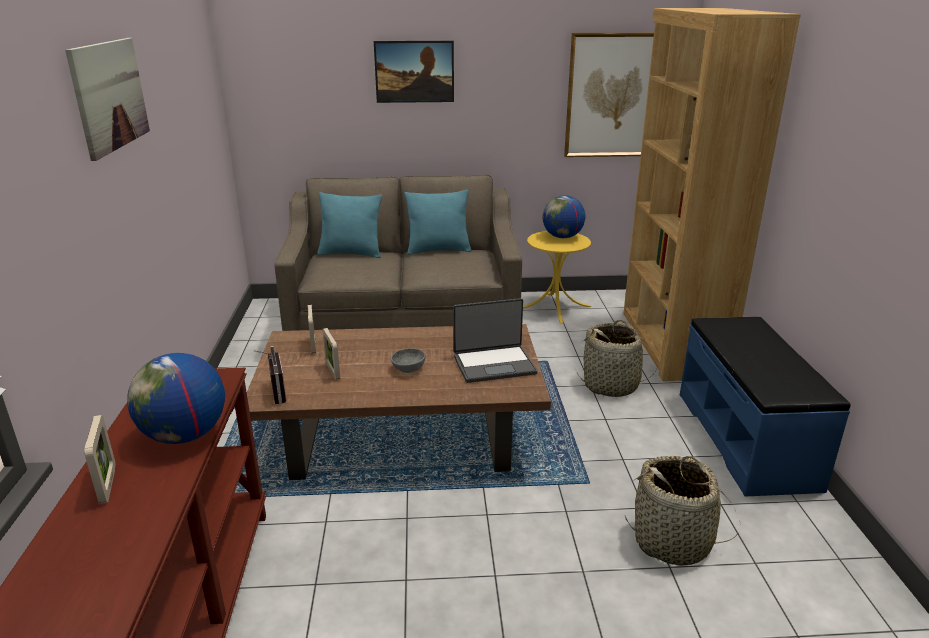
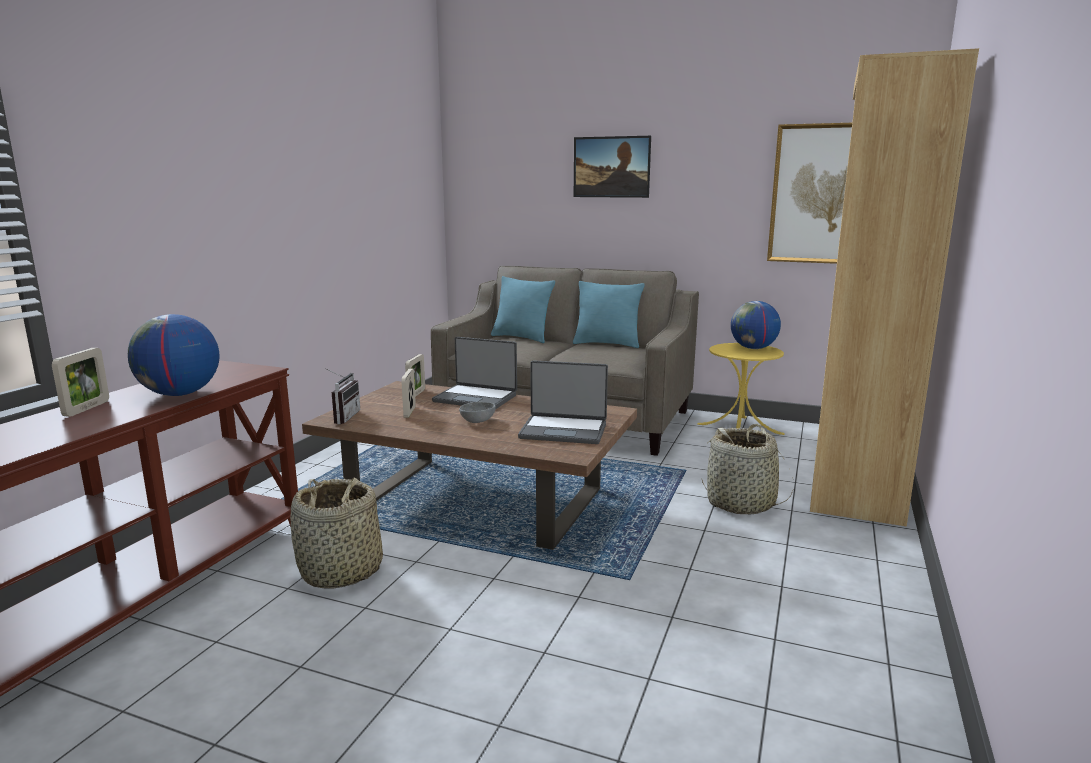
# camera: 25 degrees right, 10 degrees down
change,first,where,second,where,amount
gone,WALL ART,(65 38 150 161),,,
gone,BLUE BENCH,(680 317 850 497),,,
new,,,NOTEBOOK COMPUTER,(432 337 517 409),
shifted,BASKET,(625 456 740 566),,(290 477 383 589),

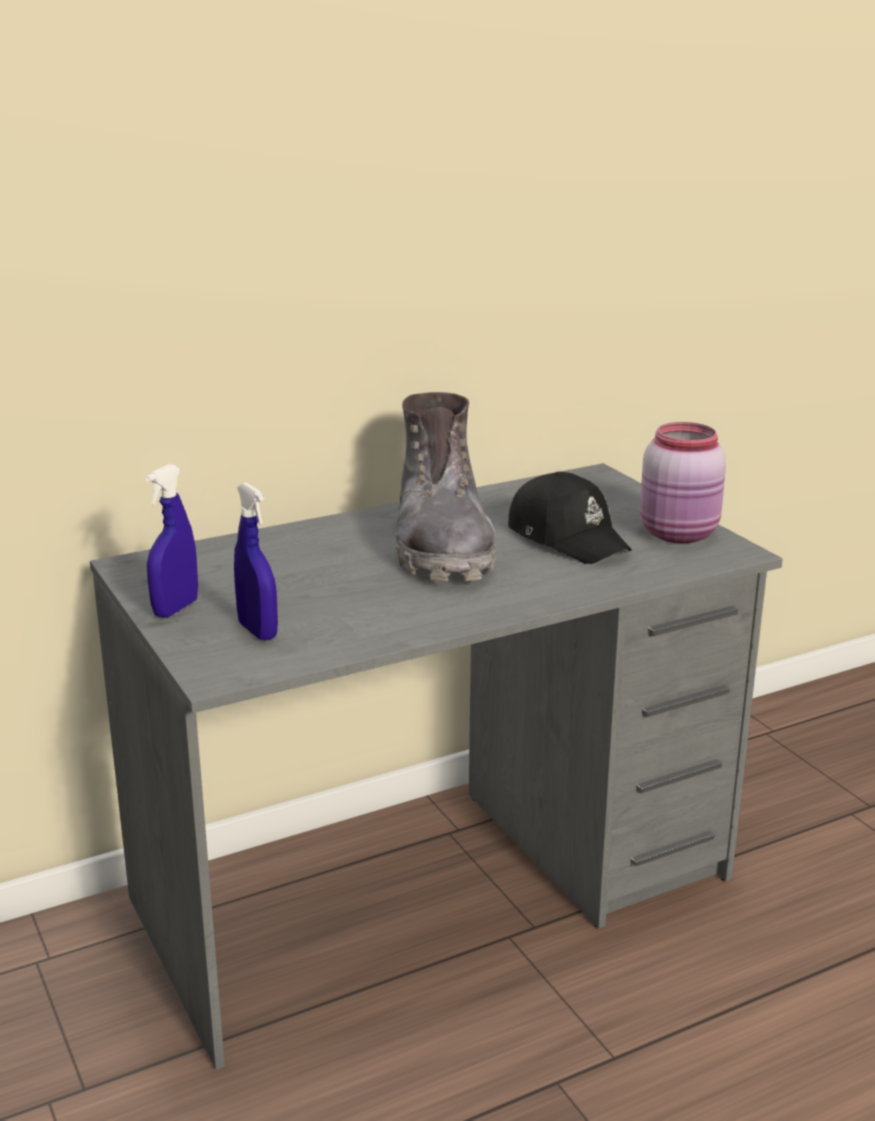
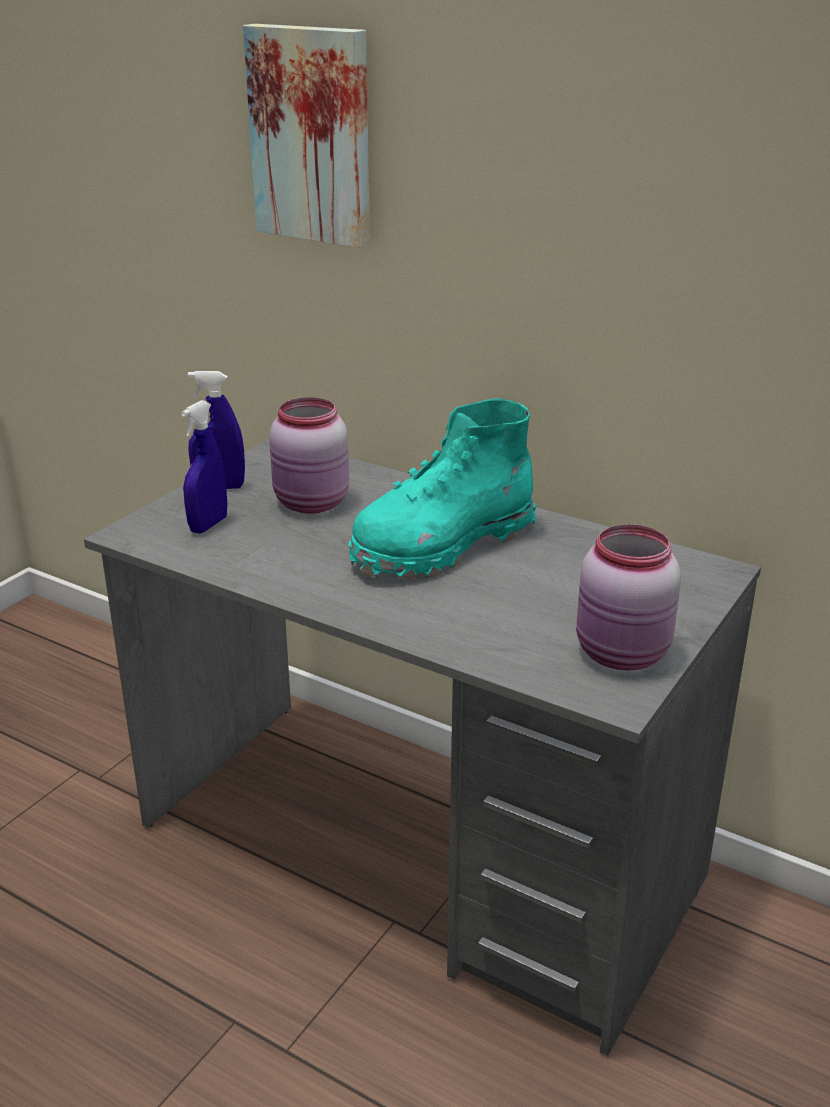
# camera: 60 degrees right, 5 degrees up
change,first,where,second,where,amount
gone,BLACKISH CAP,(508 472 632 564),,,
new,,,WALL ART,(243 24 370 248),
new,,,PINKISH JAR,(269 397 349 513),
repainted,GREYISH BOOT,(395 392 496 581),TURQUOISE-COLOURED BOOT,(348 398 536 580),

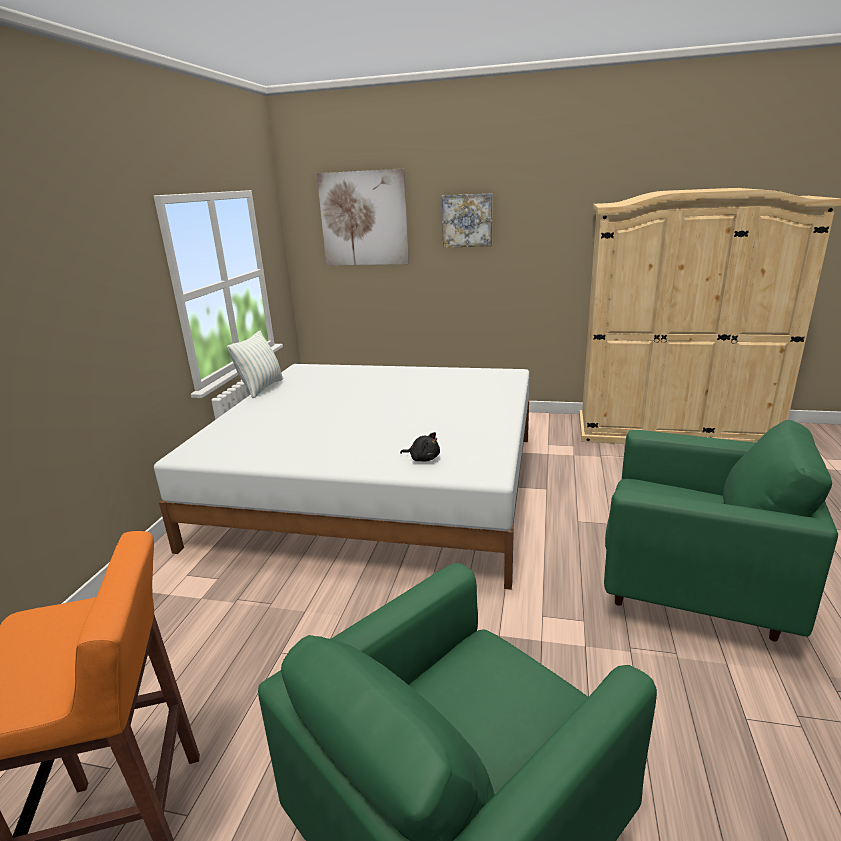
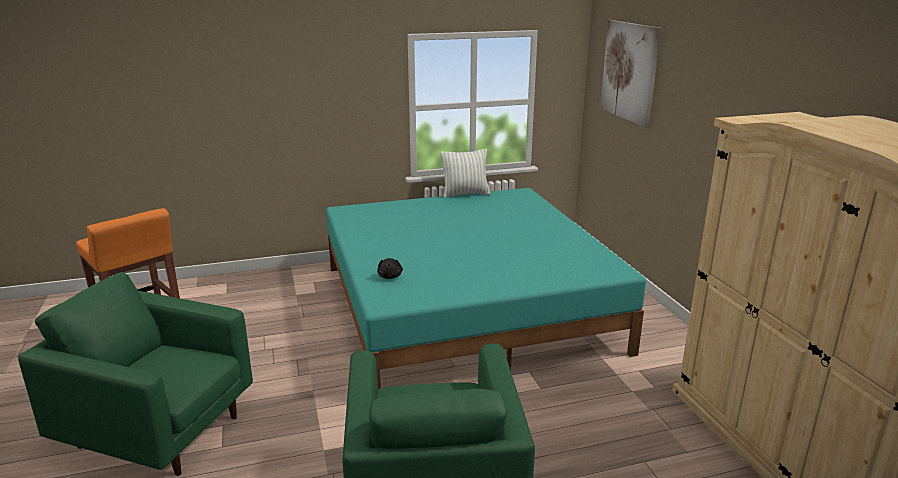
# camera: 60 degrees right, 0 degrees up
change,first,where,second,where,amount
gone,WALL ART,(442 193 492 248),,,
repainted,WHITE BEDROOM BED,(154 364 530 590),TURQUOISE-COLOURED BEDROOM BED,(326 188 646 390),

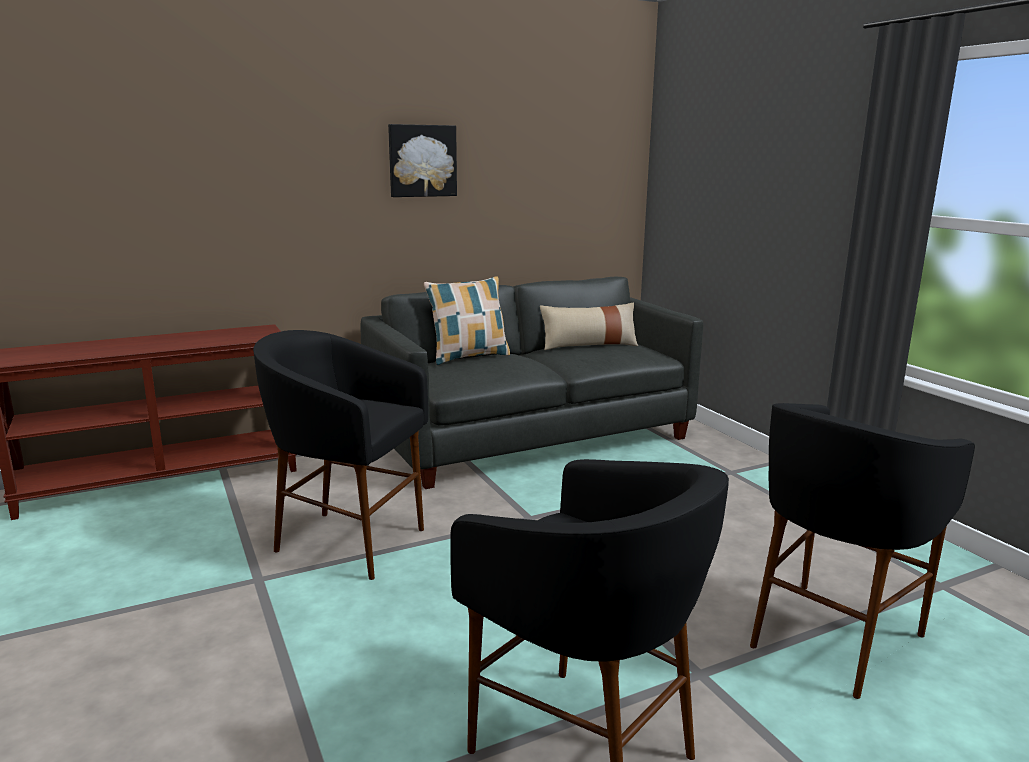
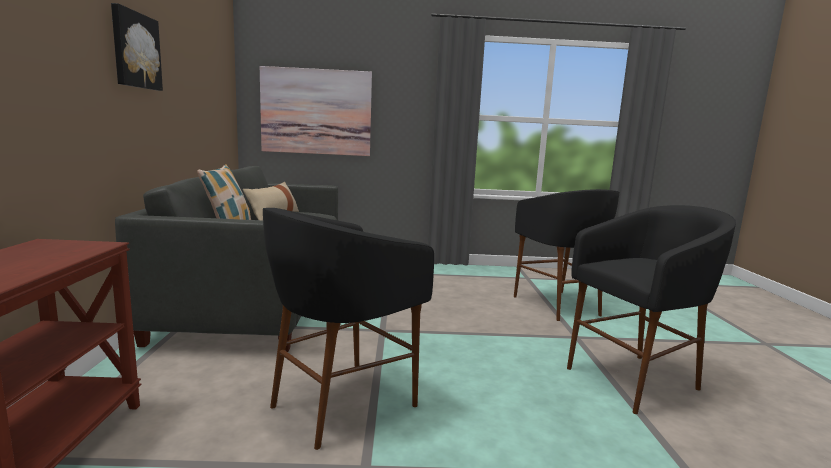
# camera: 65 degrees left, 5 degrees down
change,first,where,second,where,amount
new,,,WALL ART,(260 66 372 156),

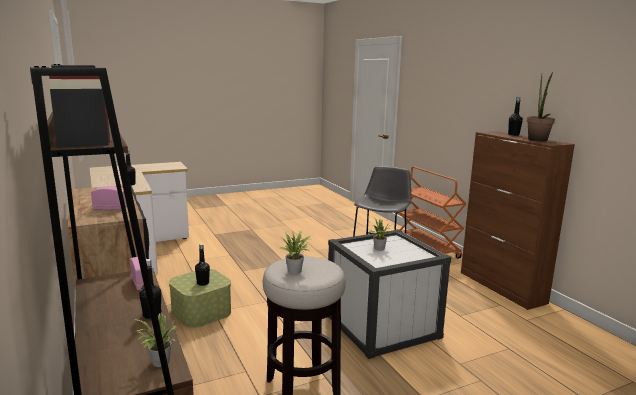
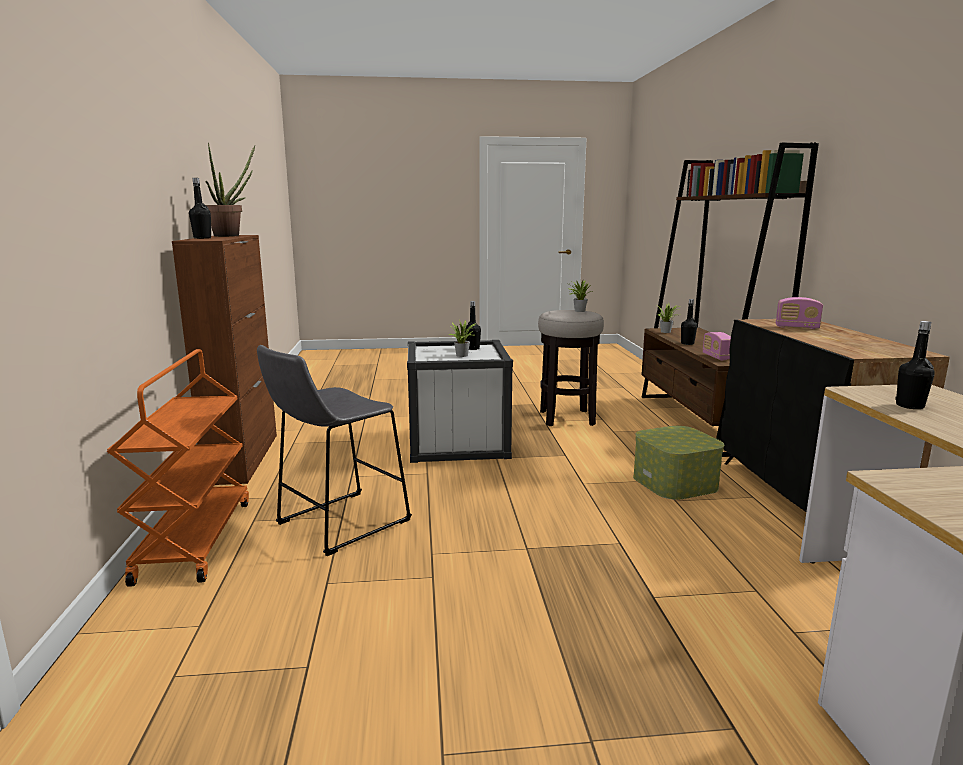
# camera: 160 degrees left, 0 degrees up
change,first,where,second,where,amount
shifted,BLACKISH BOTTLE,(195 244 210 286),,(465 301 481 350),

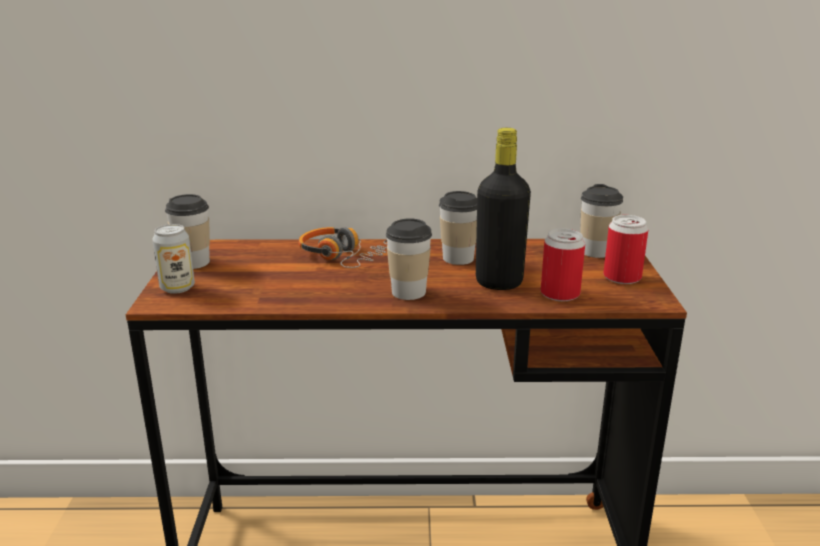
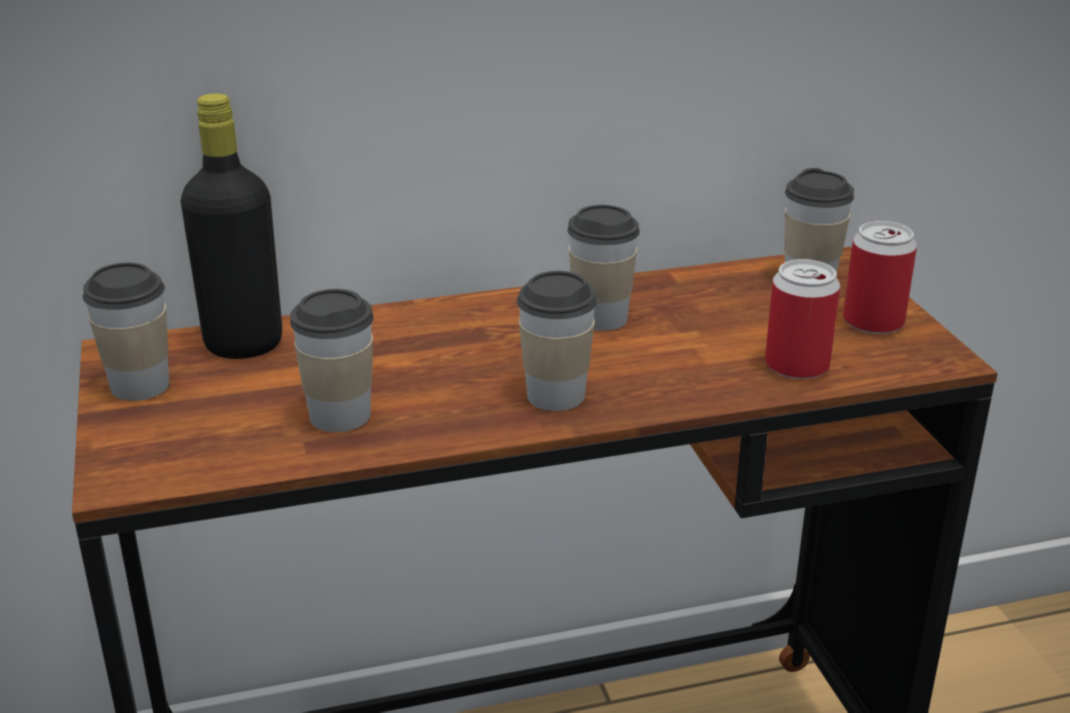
# camera: 15 degrees left, 5 degrees up
change,first,where,second,where,amount
gone,SEALED CAN,(152 224 195 294),,,
gone,PAIR OF HEADPHONES,(299 227 388 268),,,
new,,,CUP,(290 289 374 432),
shifted,BLACKISH BOTTLE,(476 128 531 290),,(181 93 282 359),

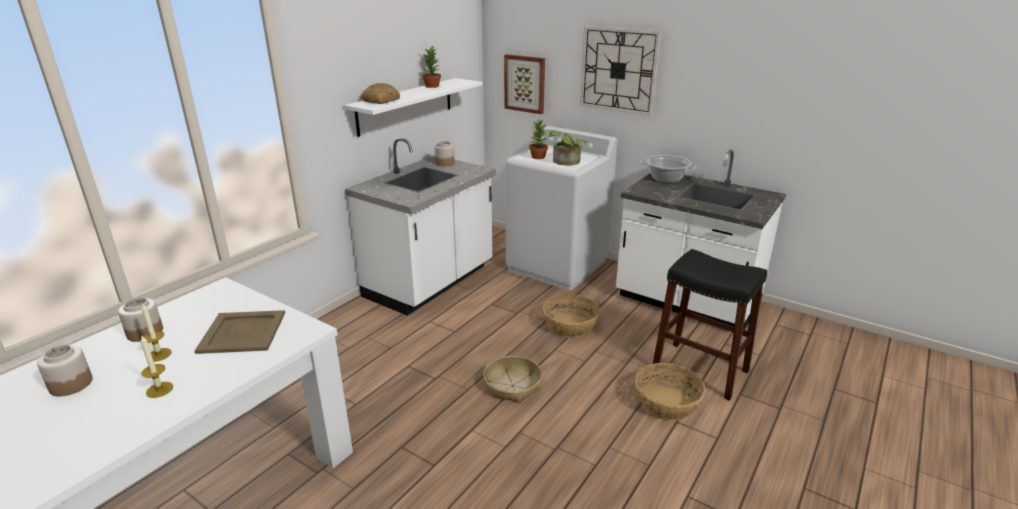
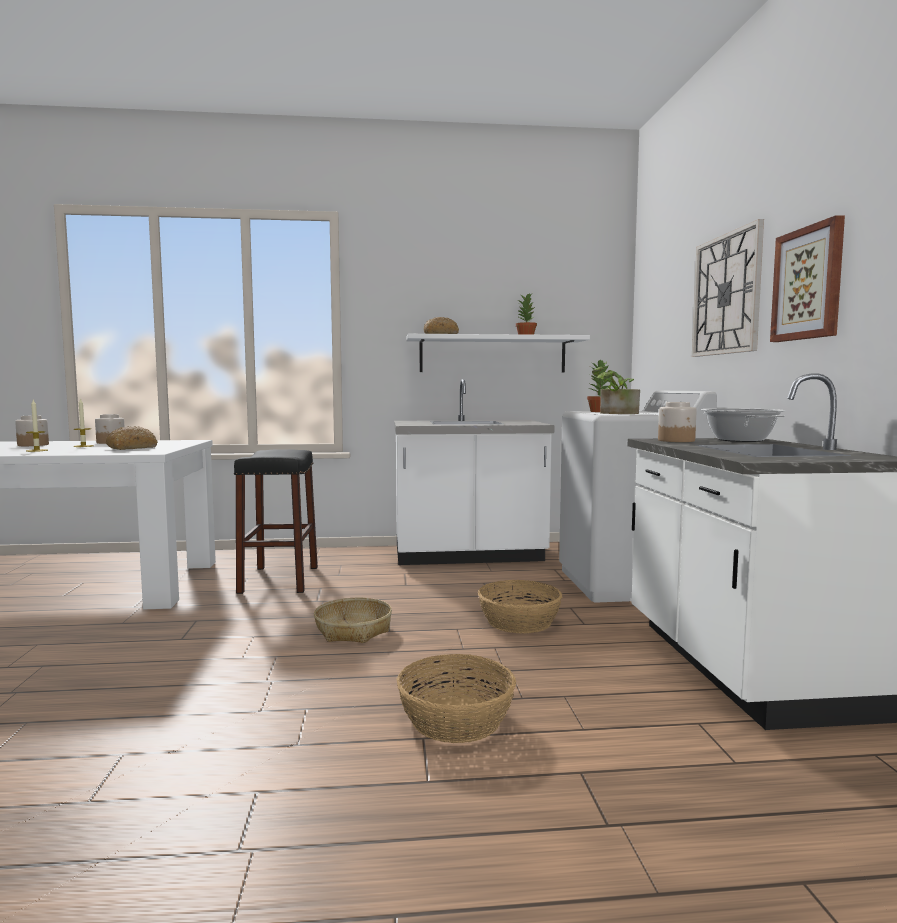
# camera: 50 degrees right, 20 degrees down
change,first,where,second,where,amount
shifted,JAR,(434 141 455 166),,(658 402 697 442),
shifted,WALL ART,(504 54 545 114),,(770 215 845 342),
shifted,BLACKISH STOOL,(653 249 767 401),,(234 449 318 594),
swapped,BEIGE CARRYING TRAY,(195 310 285 354),BAKED BREAD,(106 426 158 450),

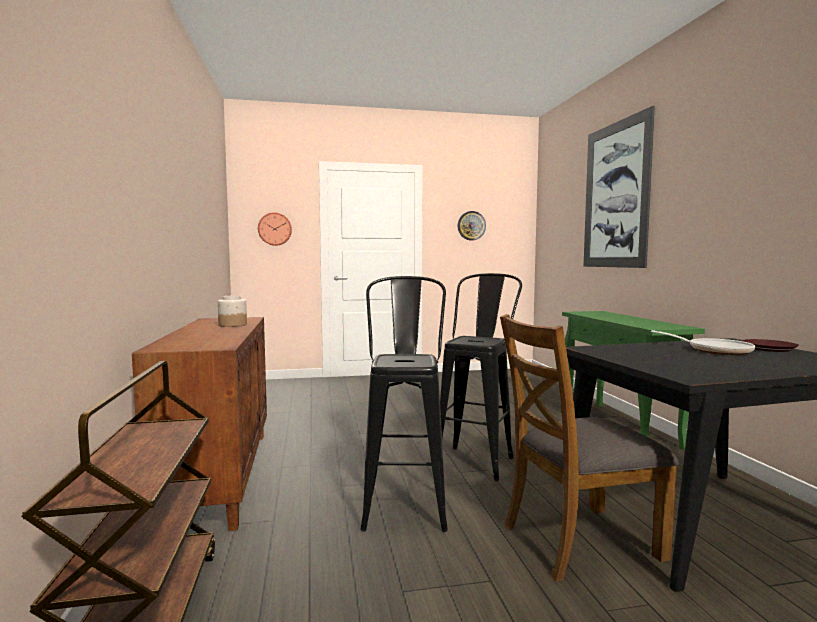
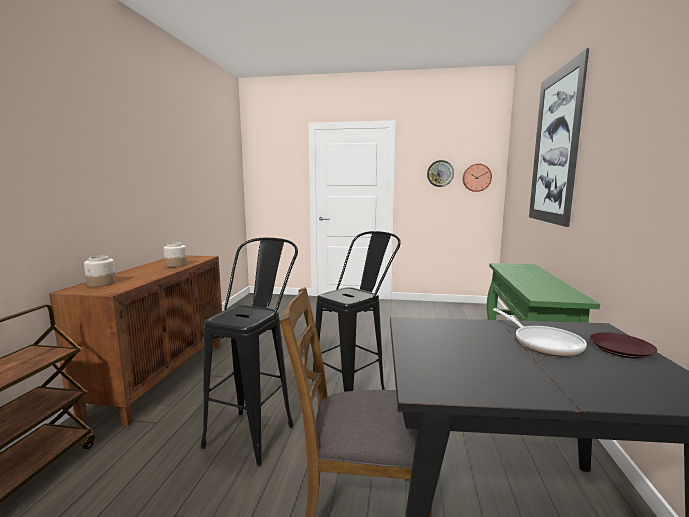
# camera: 20 degrees right, 5 degrees up
change,first,where,second,where,amount
new,,,JAR,(84 256 116 287),
shifted,CLOCK ON THE WALL,(258 212 292 246),,(463 163 492 192),

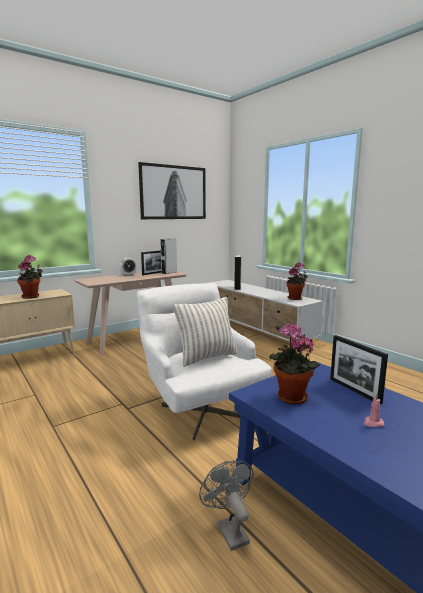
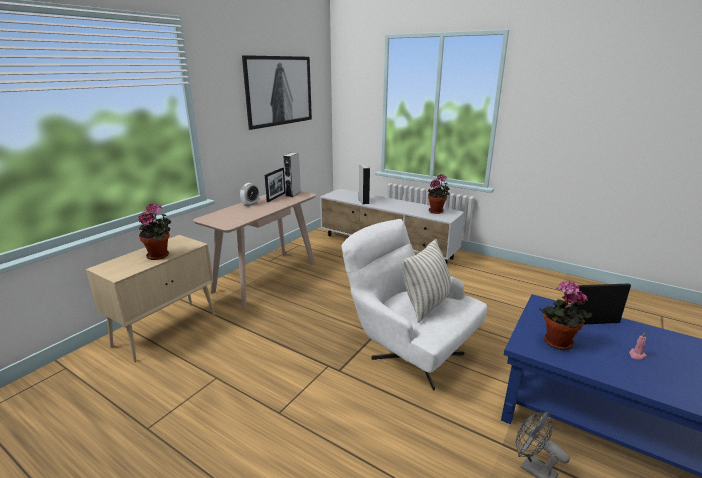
# camera: 20 degrees left, 10 degrees up
change,first,where,second,where,amount
rotated,PHOTO FRAME,(330 335 388 405),,(574 283 631 324),135 degrees clockwise

